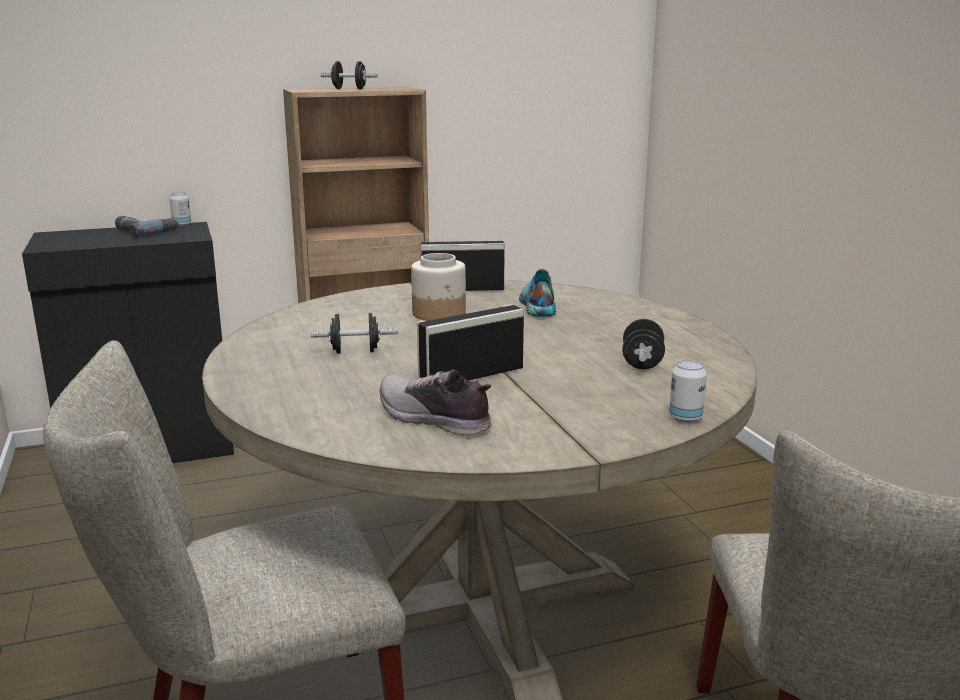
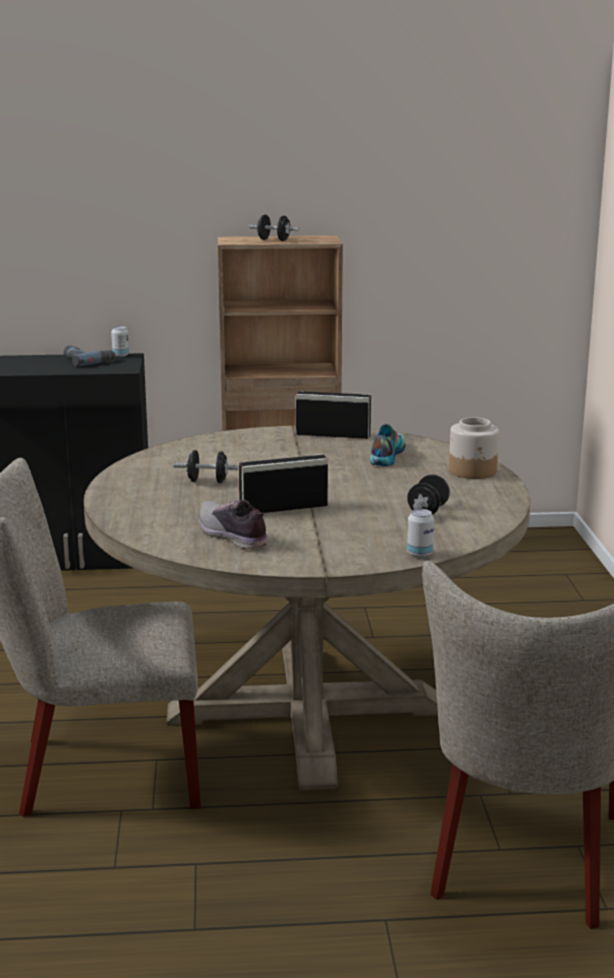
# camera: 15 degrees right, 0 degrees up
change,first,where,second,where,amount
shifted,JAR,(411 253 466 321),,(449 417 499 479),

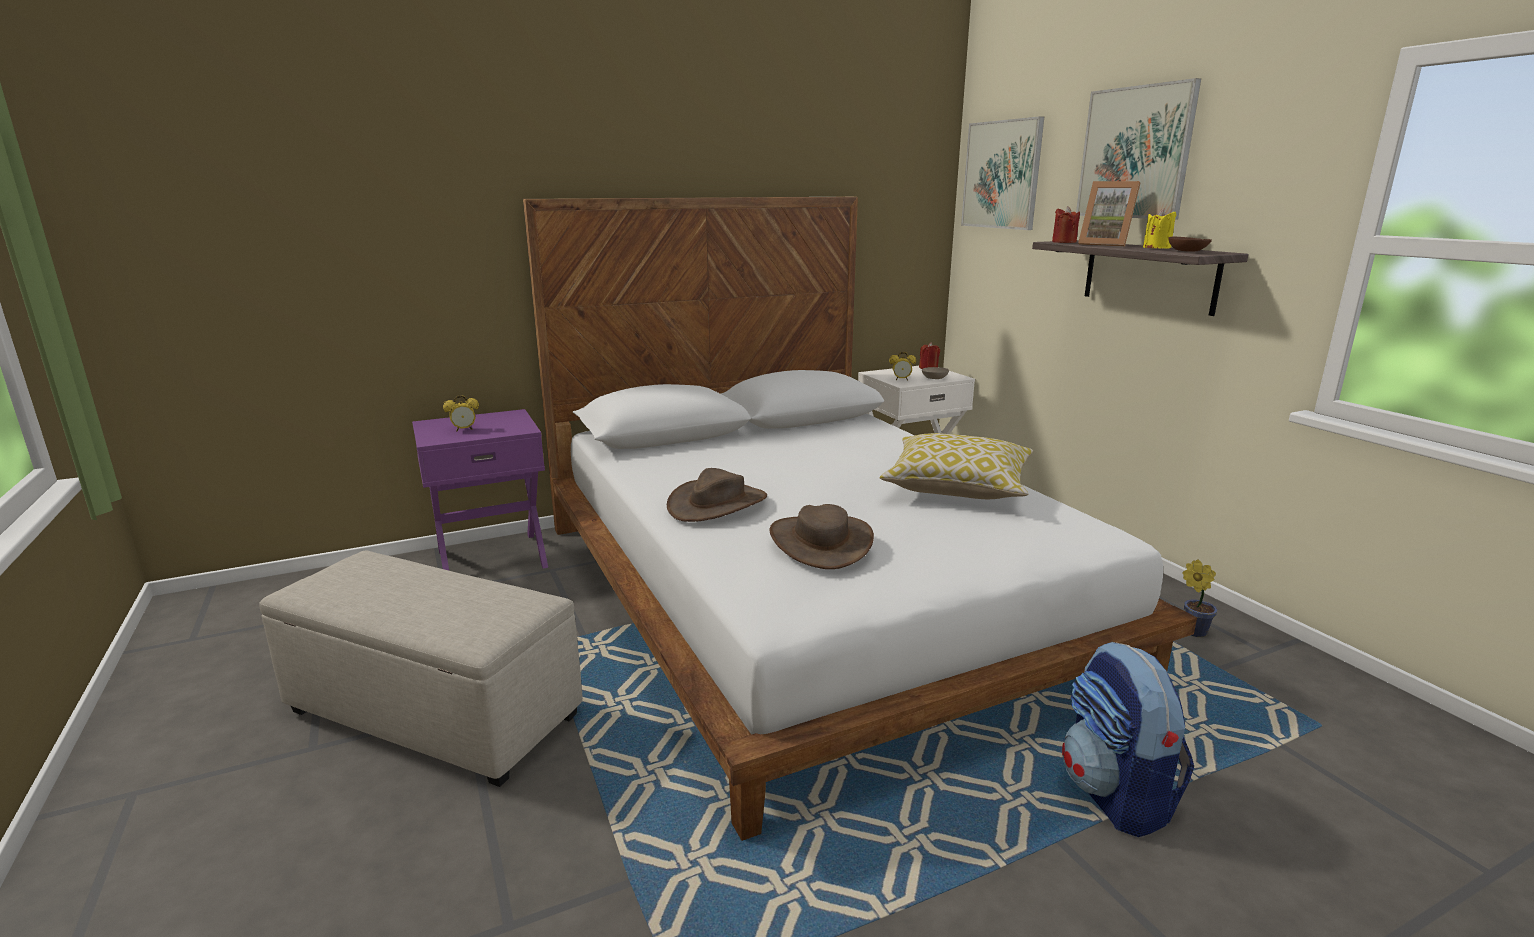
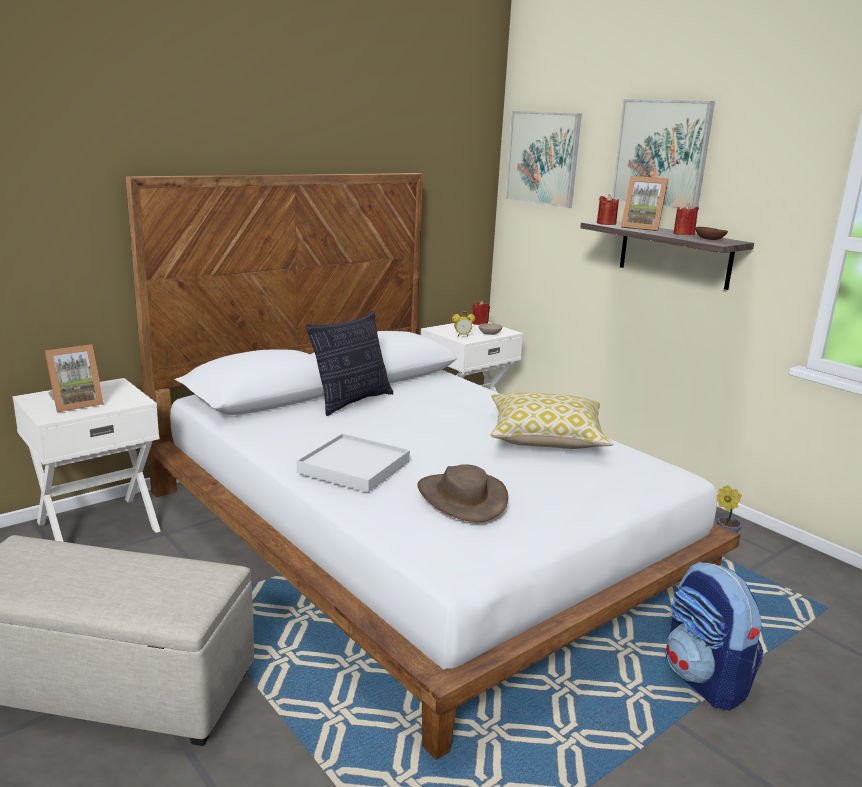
# camera: 15 degrees left, 0 degrees up
change,first,where,second,where,amount
new,,,THROW PILLOW,(306 311 393 416),
swapped,BEDSIDE CLOCK,(443 395 479 431),PHOTO FRAME,(45 344 104 412),
swapped,BROWN WEARABLE HAT,(667 468 767 522),WHITE CARRYING TRAY,(297 434 410 492),
repainted,PURPLISH NIGHTSTAND,(412 409 548 571),WHITE NIGHTSTAND,(12 378 161 542),
repainted,YELLOWISH WAX CANDLE,(1143 208 1177 249),RED-COLOURED WAX CANDLE,(673 203 699 235),

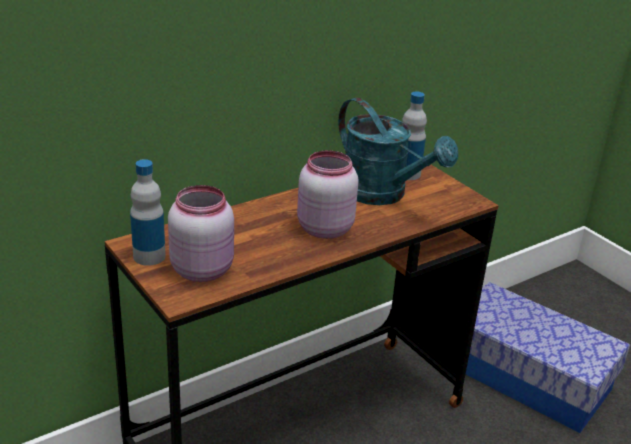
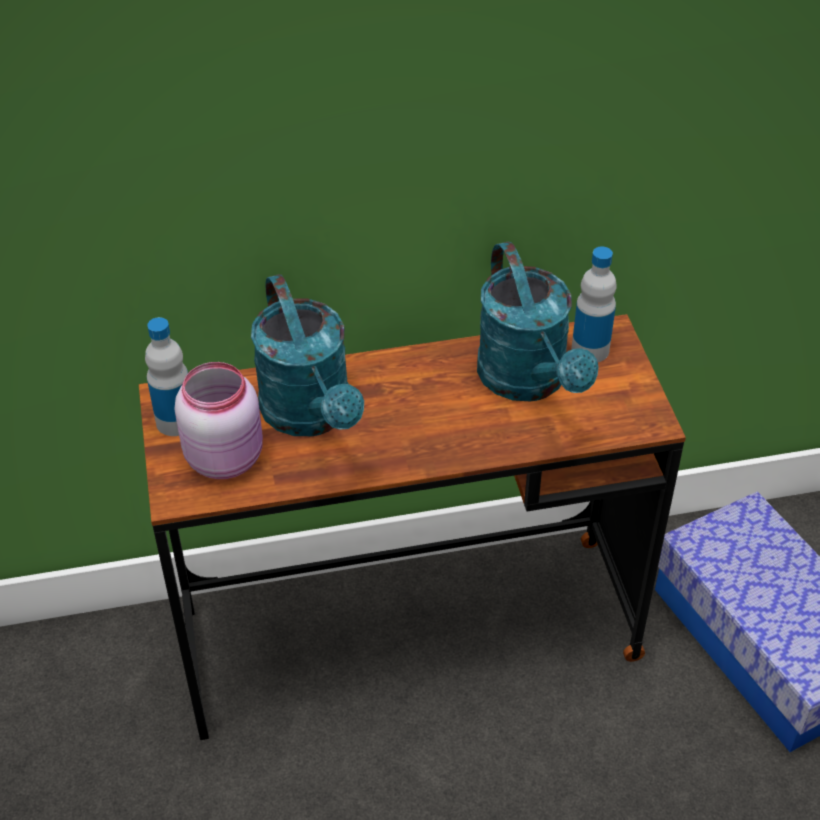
# camera: 25 degrees right, 15 degrees up
change,first,where,second,where,amount
gone,PINKISH JAR,(297 151 359 239),,,
new,,,TURQUOISE-COLOURED WATERING CAN,(251 274 364 436),

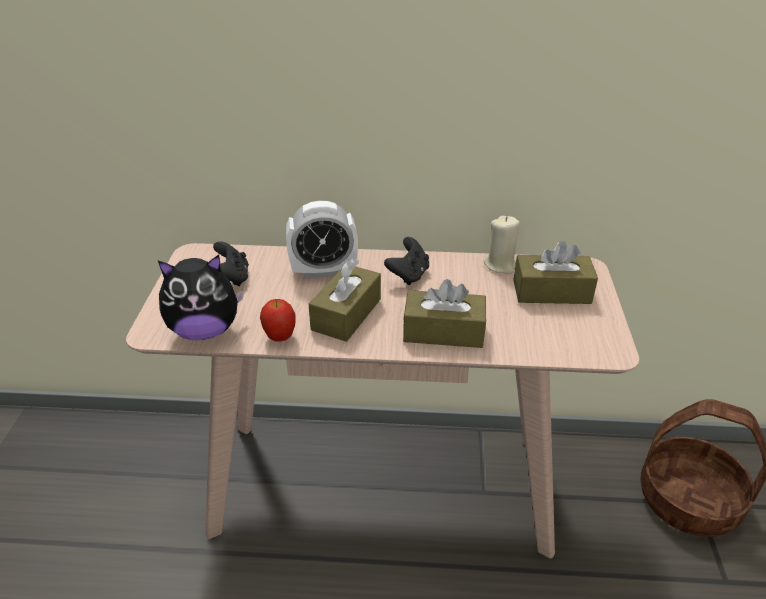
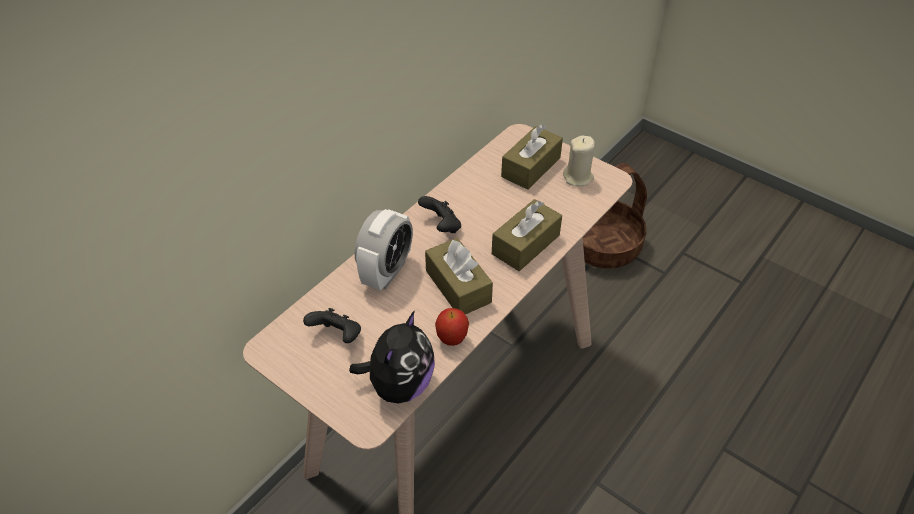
# camera: 55 degrees left, 10 degrees up
change,first,where,second,where,amount
shifted,BEIGE WAX CANDLE,(484 216 520 274),,(563 135 595 186),

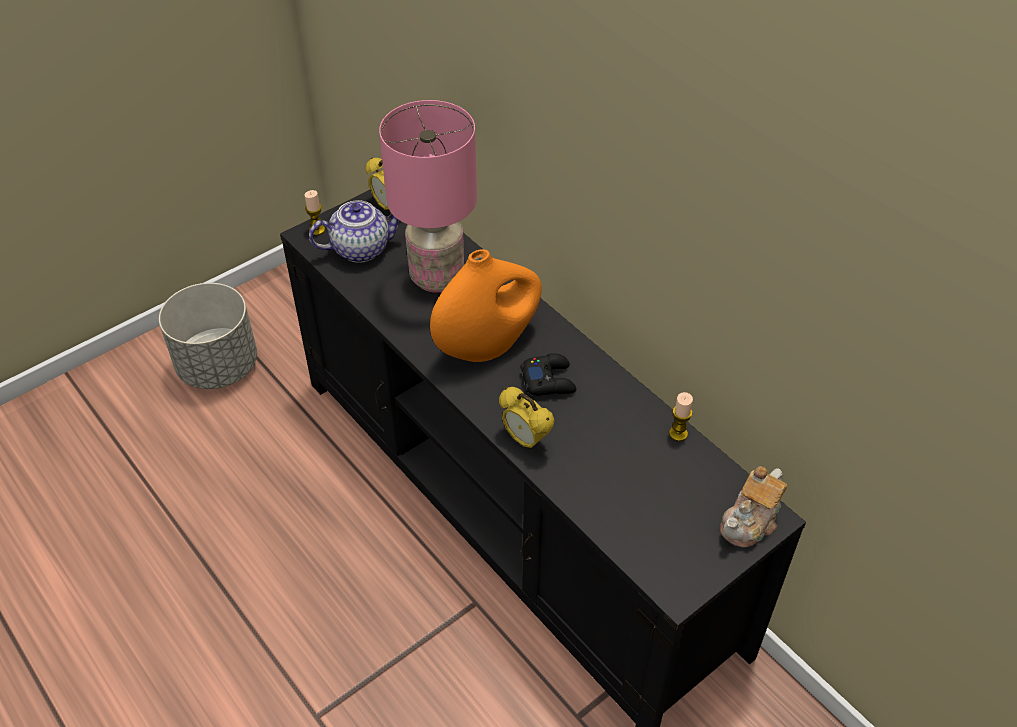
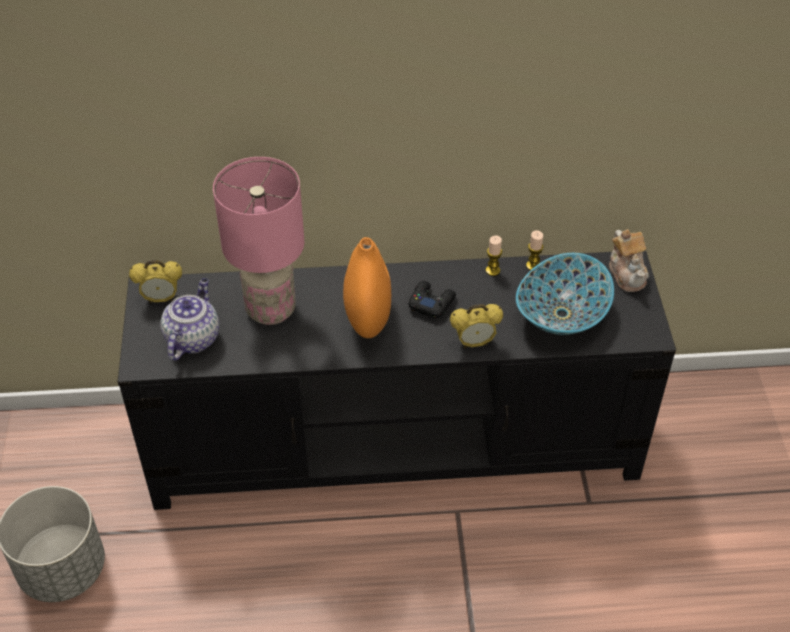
# camera: 55 degrees left, 0 degrees up
change,first,where,second,where,amount
new,,,BOWL,(516 253 614 335),
shifted,WAX CANDLE,(304 190 325 235),,(486 235 502 276),

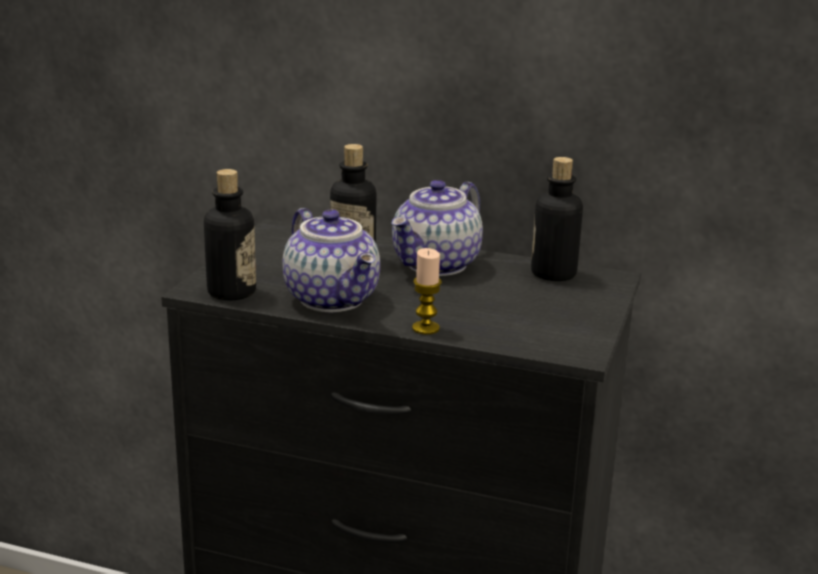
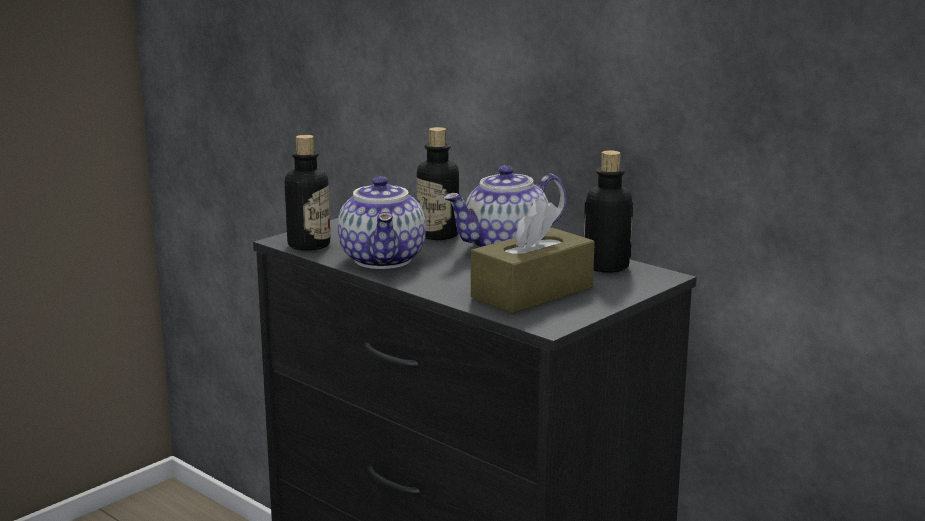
# camera: 25 degrees right, 5 degrees down
change,first,where,second,where,amount
gone,WAX CANDLE,(412 248 442 335),,,
new,,,BROWN TISSUE BOX,(471 199 595 314),

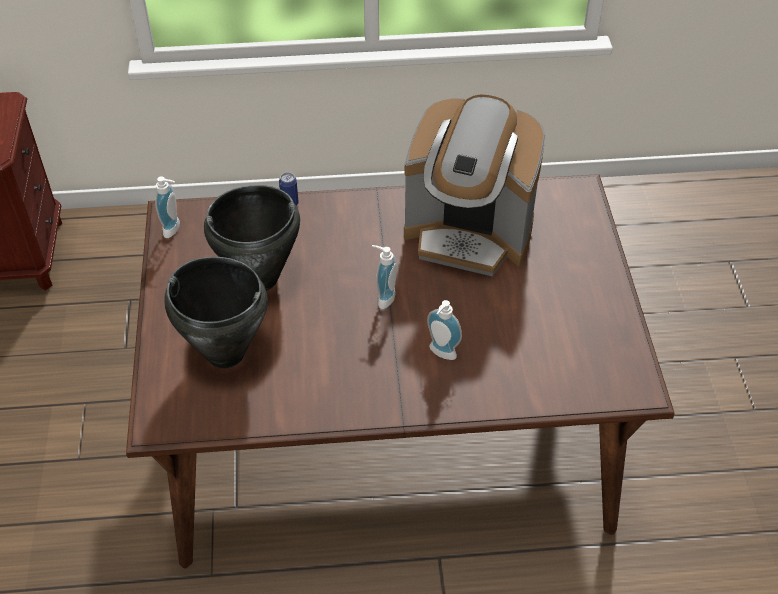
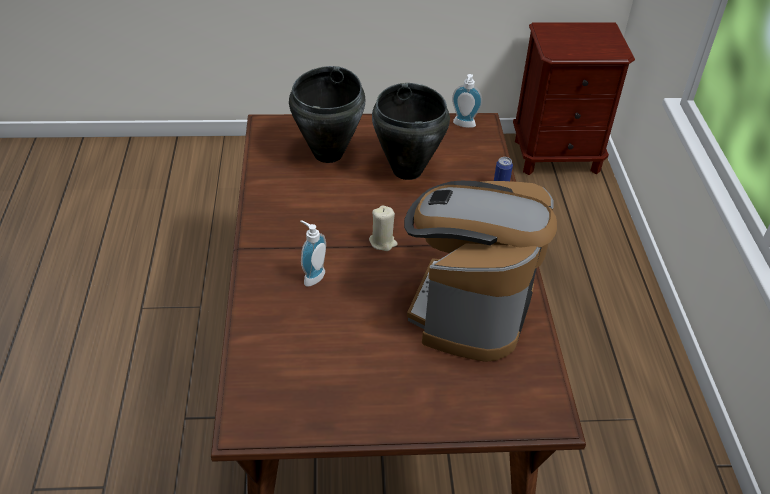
# camera: 90 degrees right, 5 degrees down
change,first,where,second,where,amount
swapped,SOAP DISPENSER,(372 245 397 309),BEIGE WAX CANDLE,(369 205 398 251),

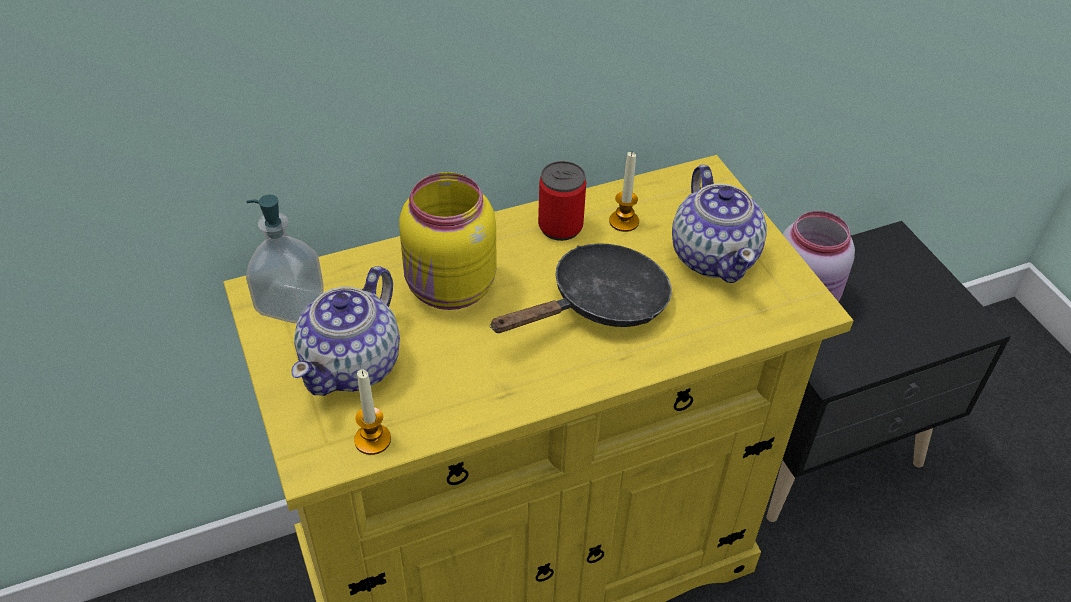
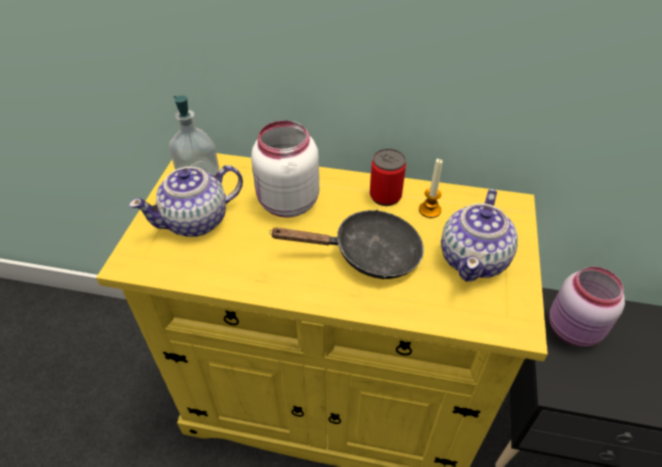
# camera: 35 degrees right, 0 degrees up
change,first,where,second,where,amount
gone,WAX CANDLE,(354 369 391 455),,,
repainted,YELLOWISH JAR,(399 172 497 310),WHITE JAR,(251 120 319 218),

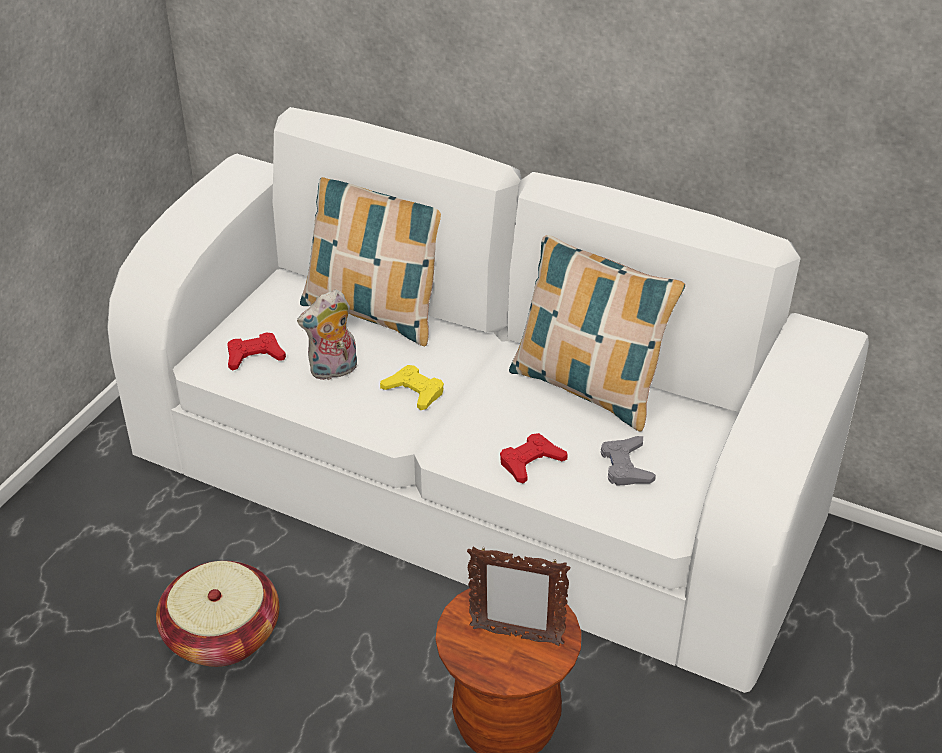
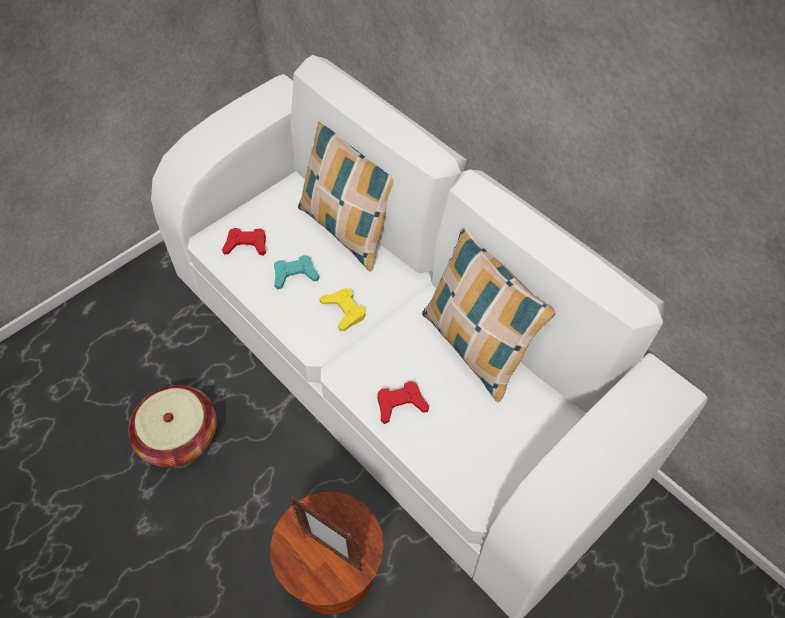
# camera: 20 degrees right, 15 degrees up
change,first,where,second,where,amount
gone,GREYISH GAMEPAD,(601 436 656 486),,,
swapped,CUDDLY TOY,(297 289 357 380),TURQUOISE-COLOURED GAMEPAD,(274 255 319 289),

